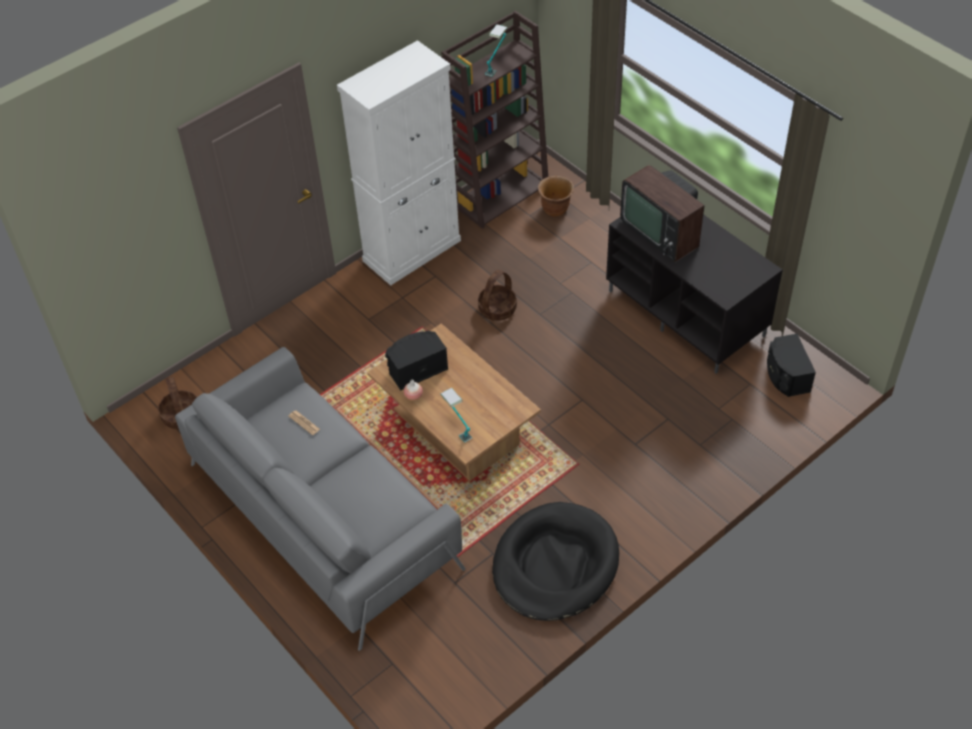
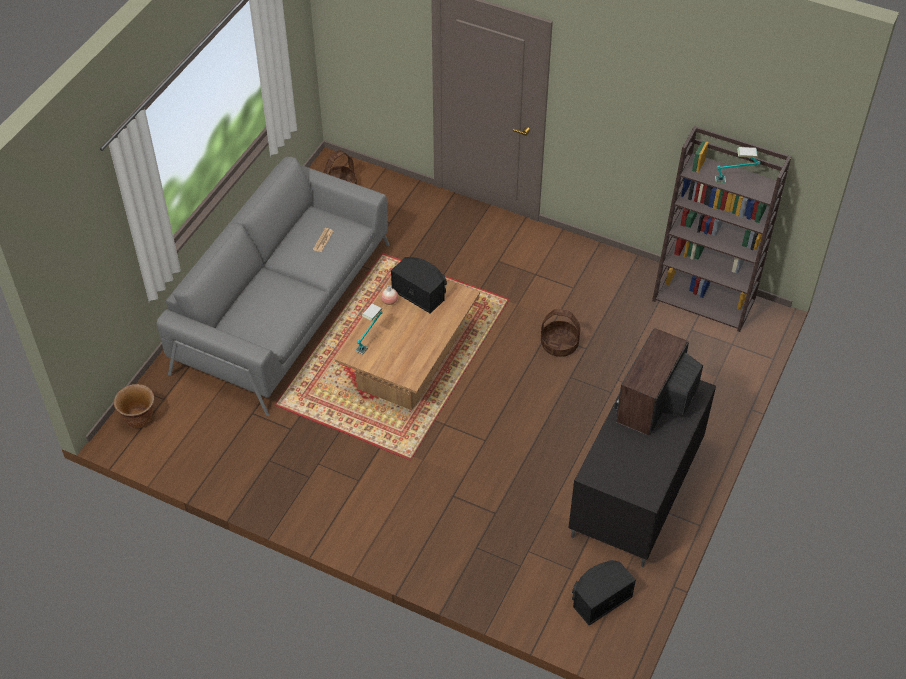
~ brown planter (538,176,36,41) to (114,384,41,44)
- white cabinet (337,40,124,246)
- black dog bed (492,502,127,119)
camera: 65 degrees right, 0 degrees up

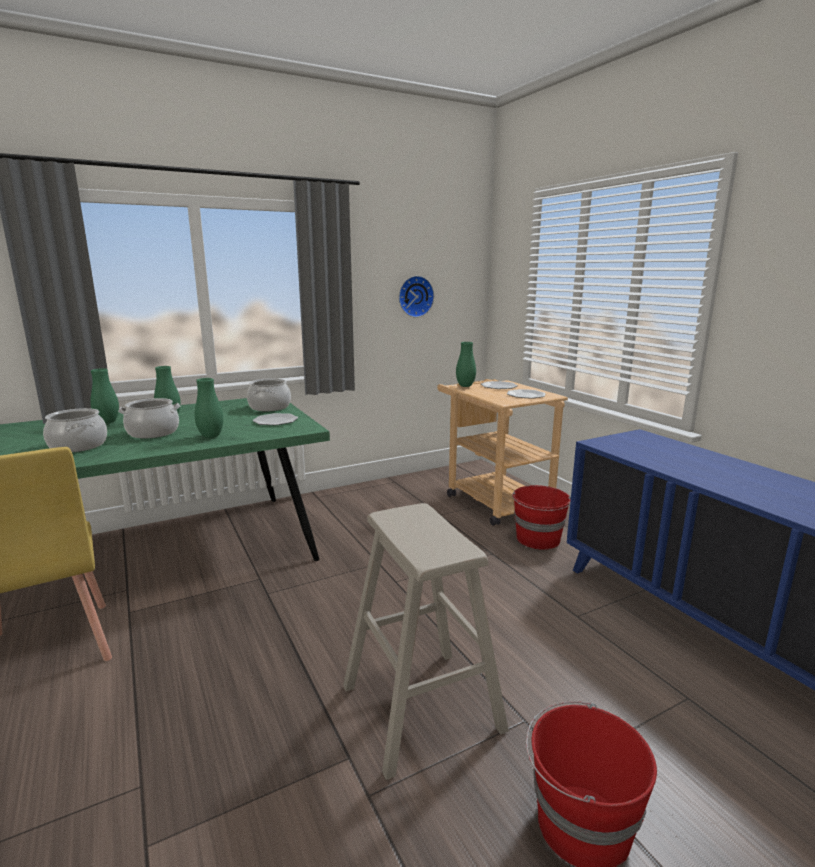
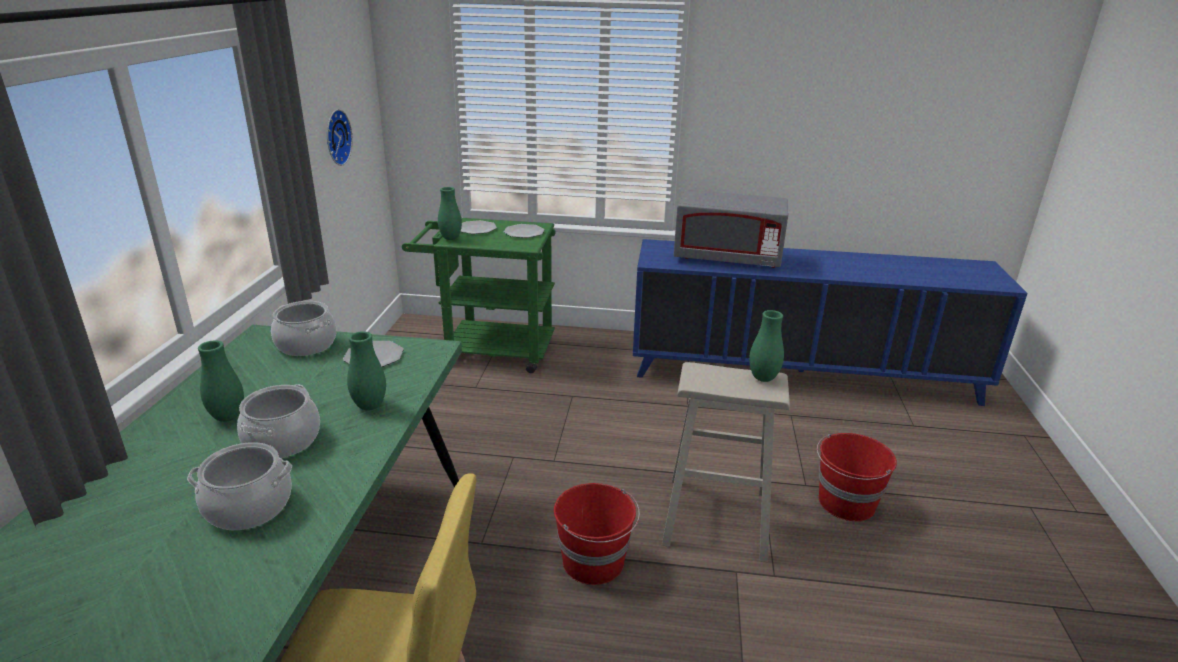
~ beige cart (437,379,131,147) to green cart (402,218,154,155)
~ red bucket (512,485,59,65) to (554,483,86,102)
+ grey microwave (674,190,114,78)
~ green vase (90,368,29,56) to (749,310,35,72)
camera: 55 degrees left, 10 degrees up

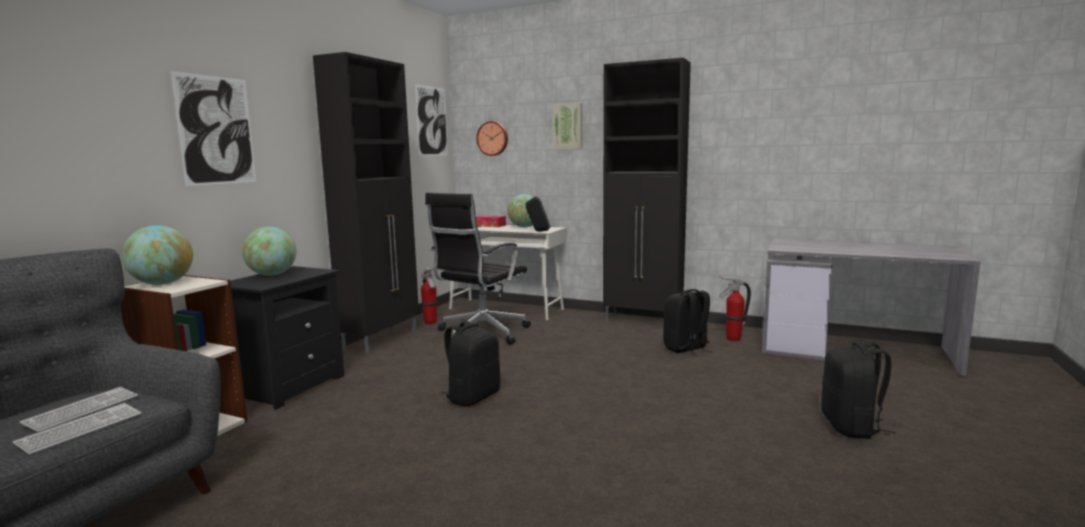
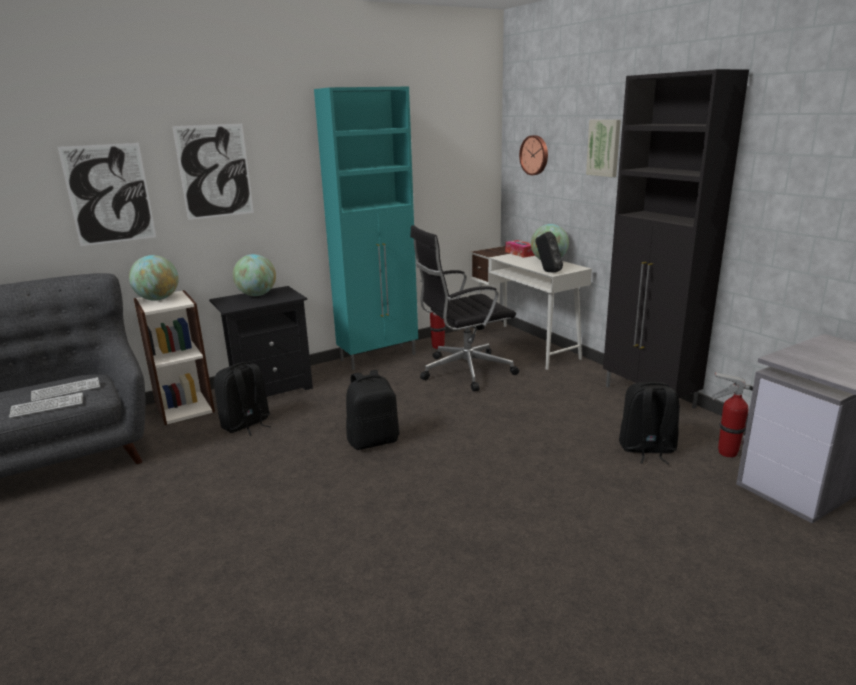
~ picture (415,84,33,72) to (58,143,98,103)
~ black backpack (821,341,75,98) to (214,362,57,74)
~ black cabinet (313,52,106,302) to turquoise cabinet (314,87,104,283)
camera: 35 degrees right, 10 degrees up

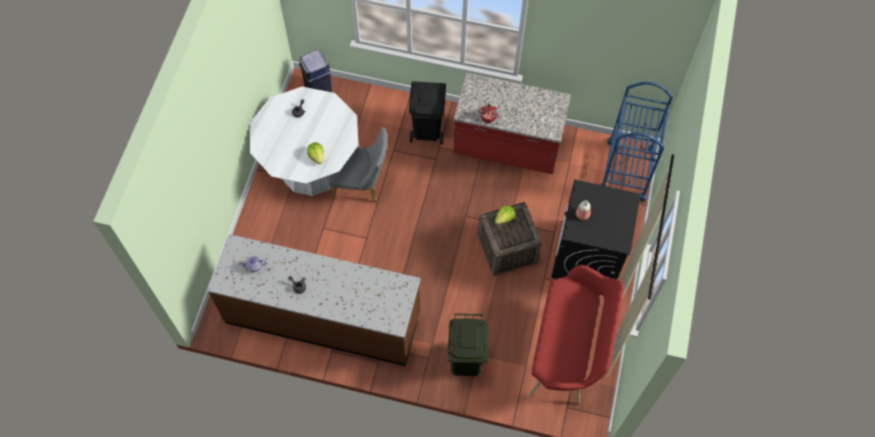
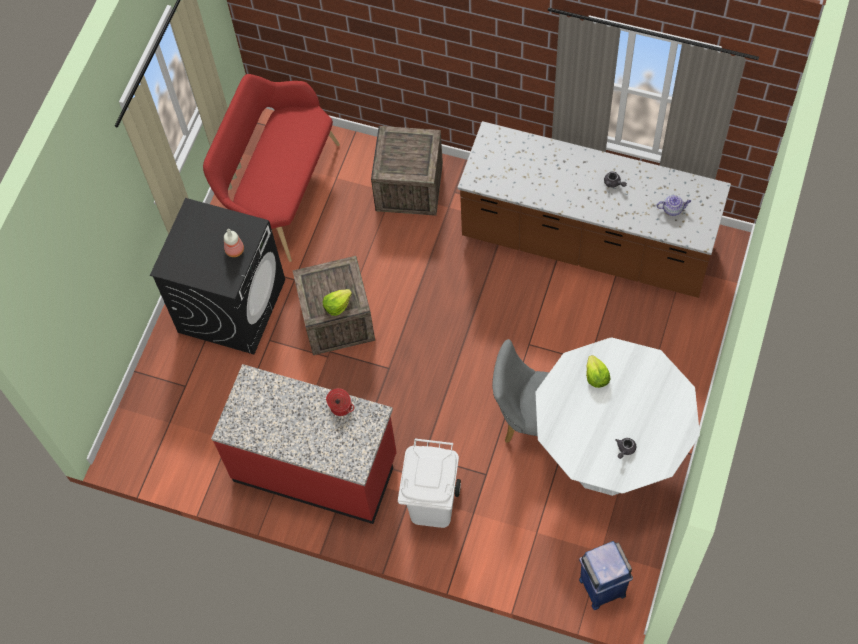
~ green trash can (448,313,40,63) to crate (371,126,72,90)
~ black trash can (409,81,37,63) to white trash can (398,438,63,90)
- blue cart (600,82,73,119)
camera: 170 degrees left, 0 degrees up

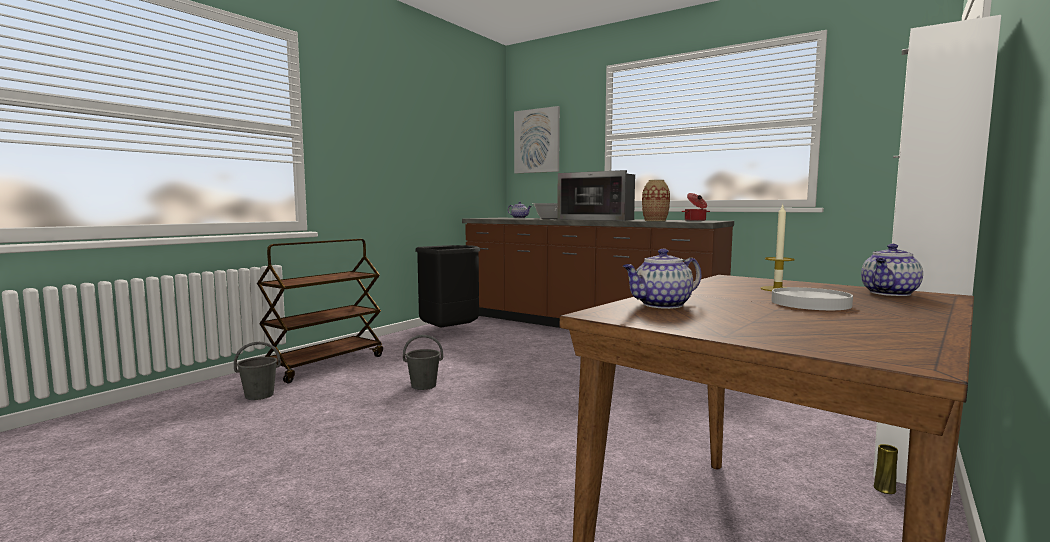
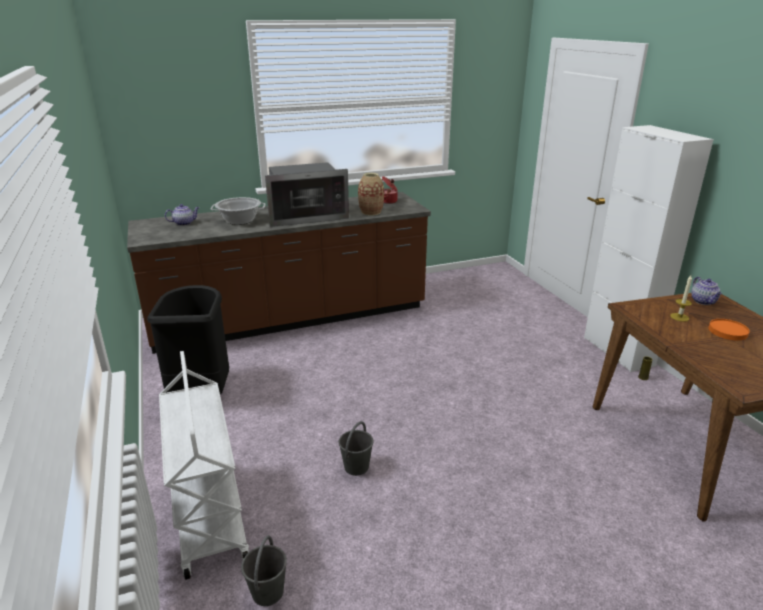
~ brown cart (257,239,126,144) to white cart (159,351,90,229)
~ white plate (771,287,82,23) to orange plate (708,319,42,22)
- picture (514,106,46,67)
- teapot (623,249,78,60)
camera: 55 degrees left, 20 degrees up

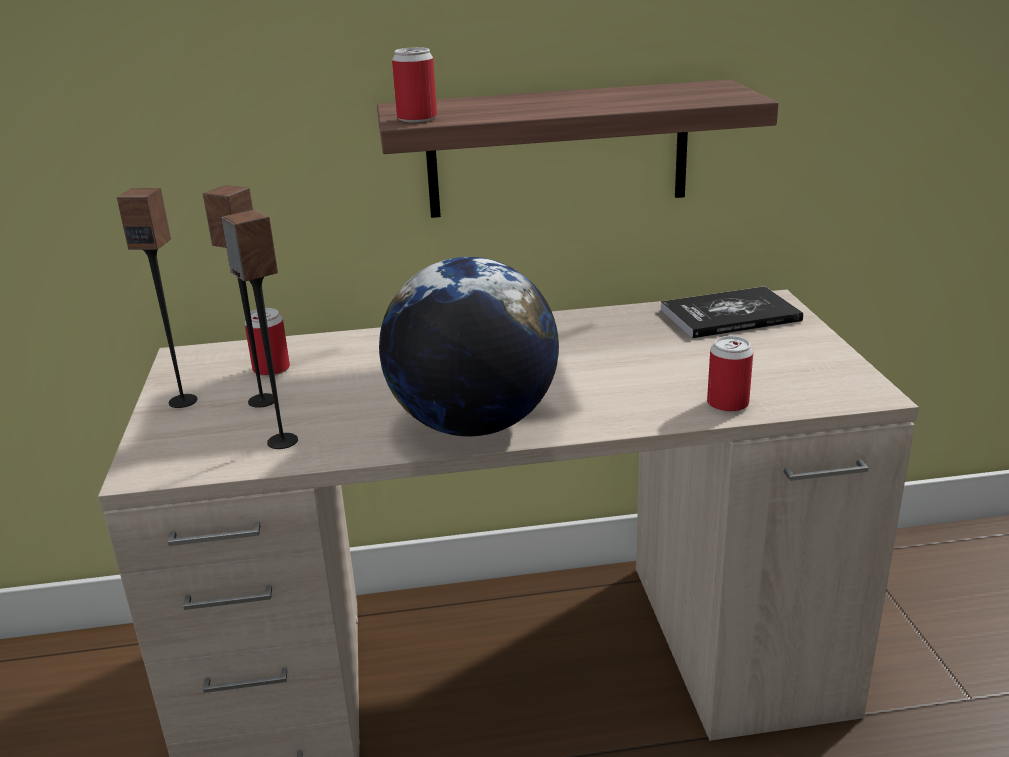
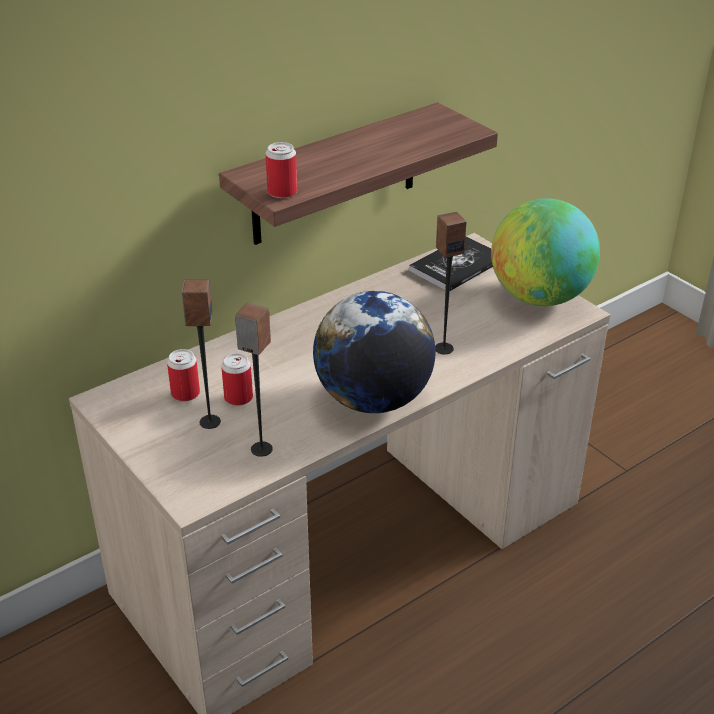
~ can (707,336,46,76) to (221,353,32,53)
~ speaker (117,188,80,220) to (435,212,31,142)
+ globe (491,198,109,108)
camera: 30 degrees left, 10 degrees up

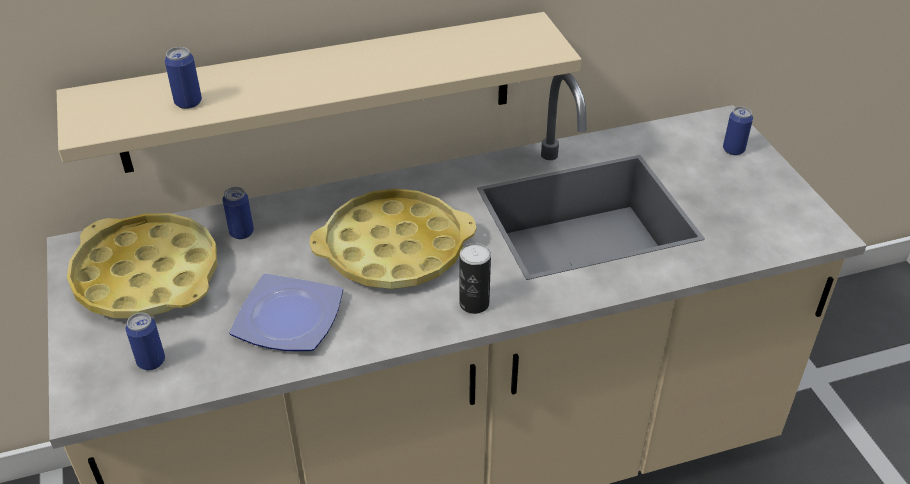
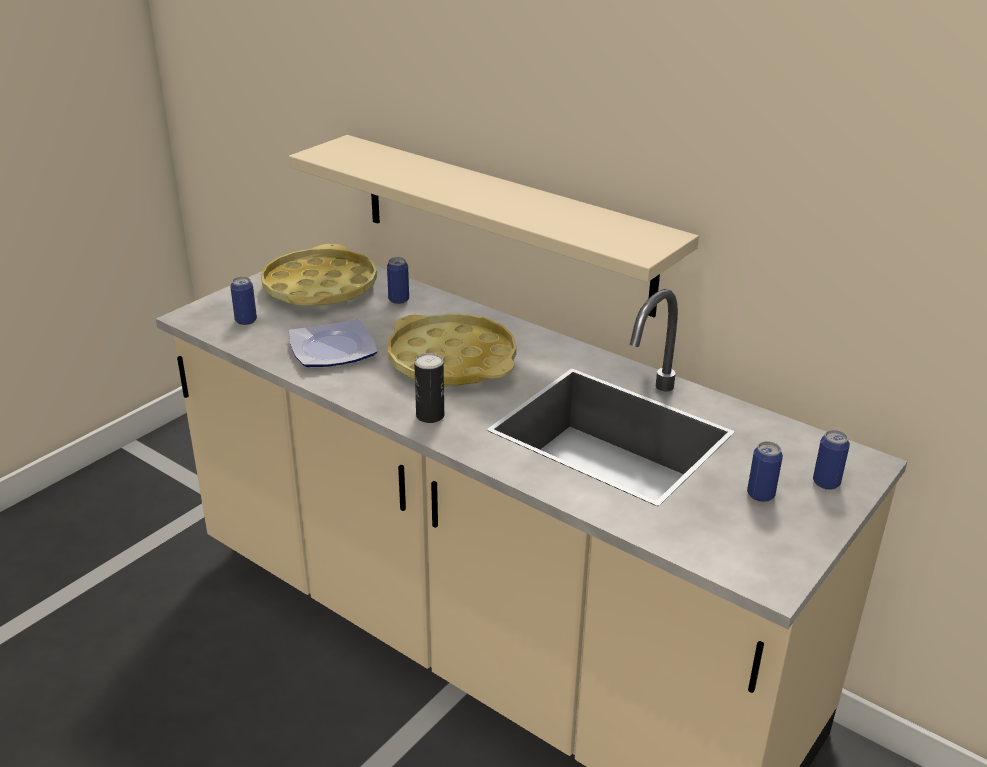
~ can (165,47,37,62) to (747,441,36,61)
camera: 55 degrees right, 10 degrees down

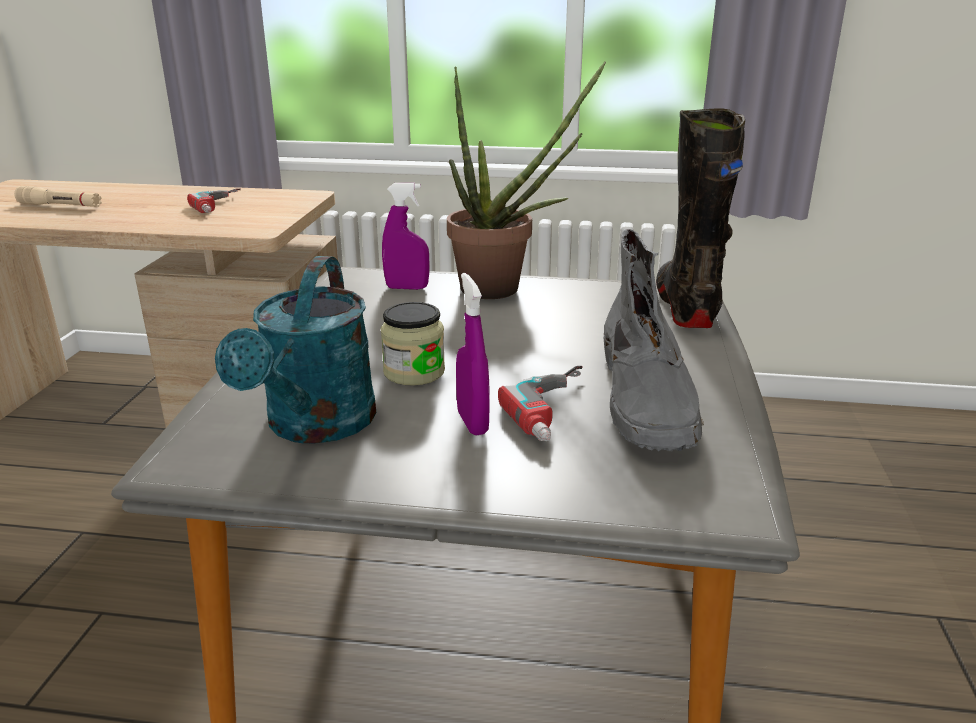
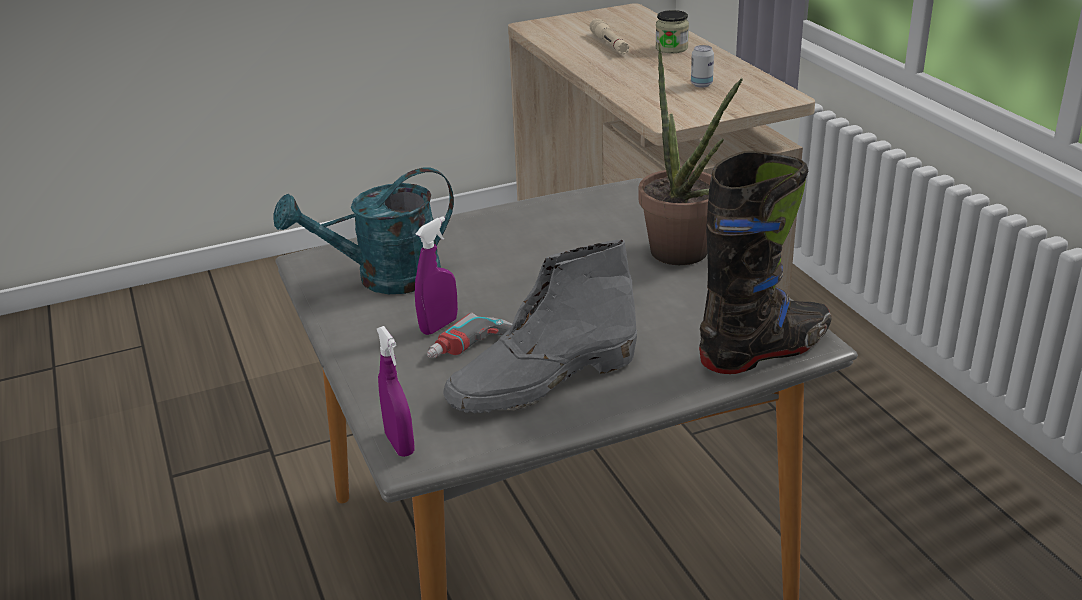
~ purple spray bottle (382,183,47,107) to (377,326,37,131)
~ jar (381,302,64,84) to (655,10,34,43)
~ power drill (187,188,54,25) to can (691,45,23,43)
camera: 60 degrees right, 5 degrees up

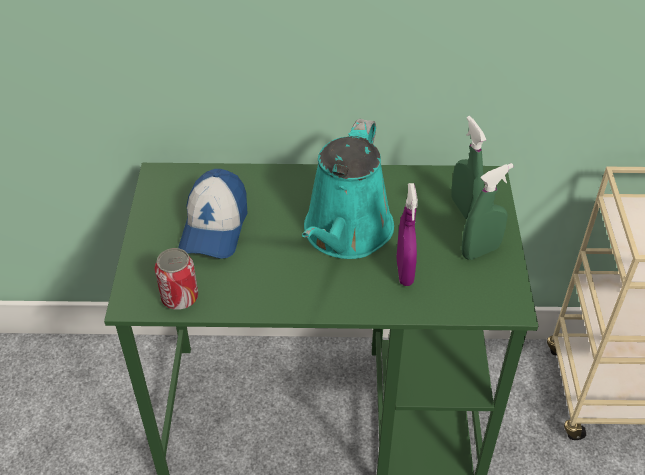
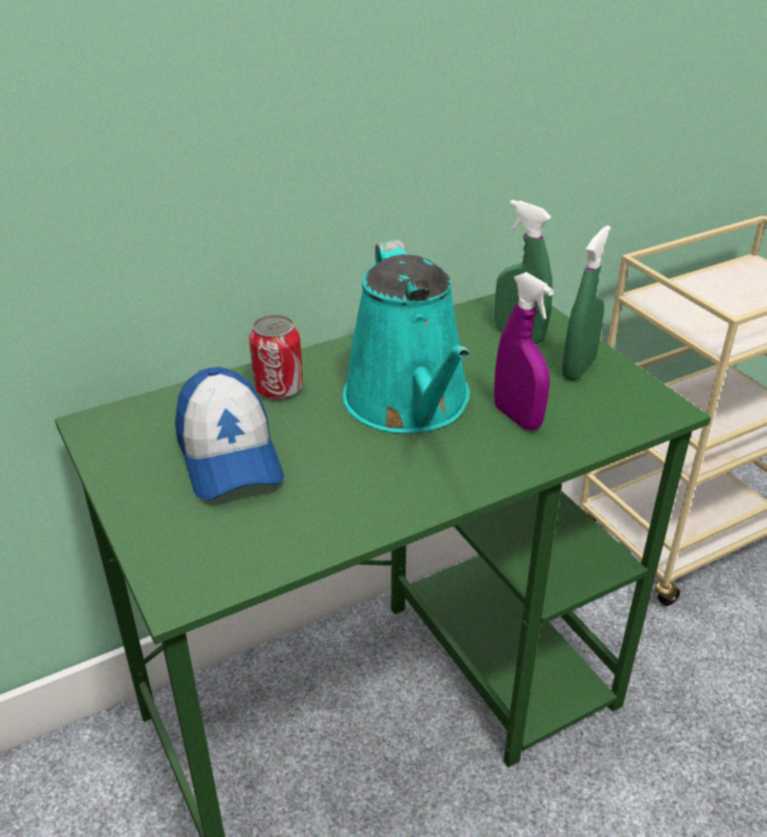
~ can (154,248,44,62) to (249,314,54,86)
camera: 30 degrees left, 10 degrees down

